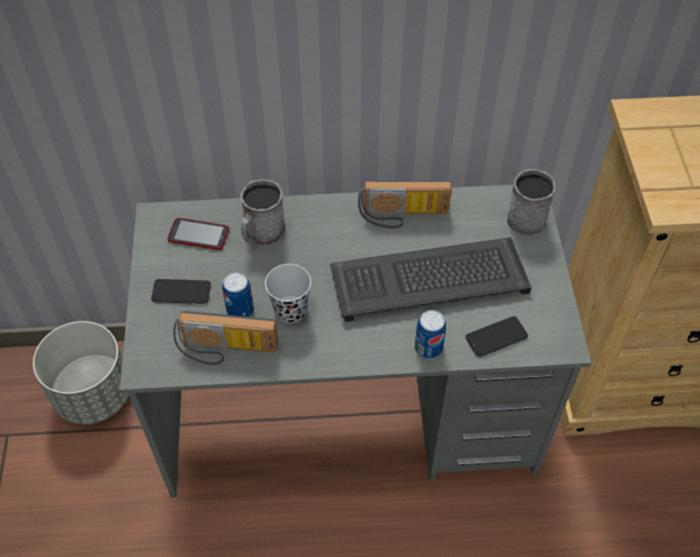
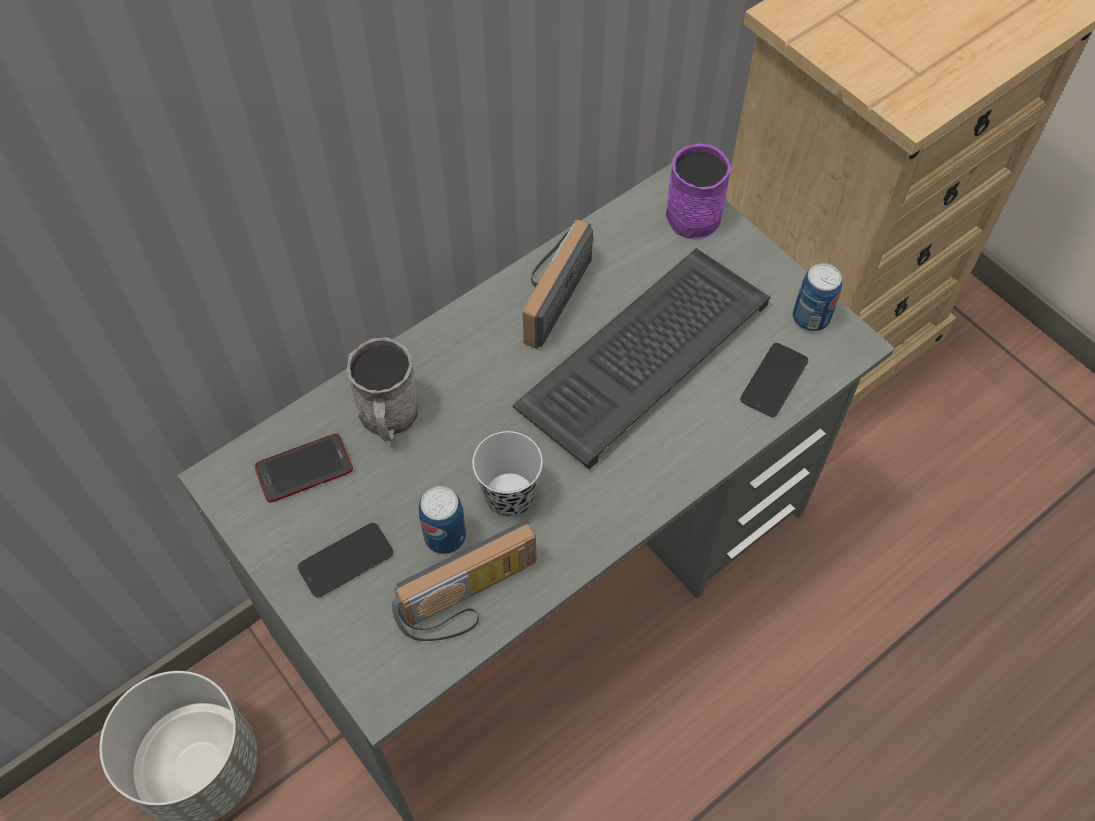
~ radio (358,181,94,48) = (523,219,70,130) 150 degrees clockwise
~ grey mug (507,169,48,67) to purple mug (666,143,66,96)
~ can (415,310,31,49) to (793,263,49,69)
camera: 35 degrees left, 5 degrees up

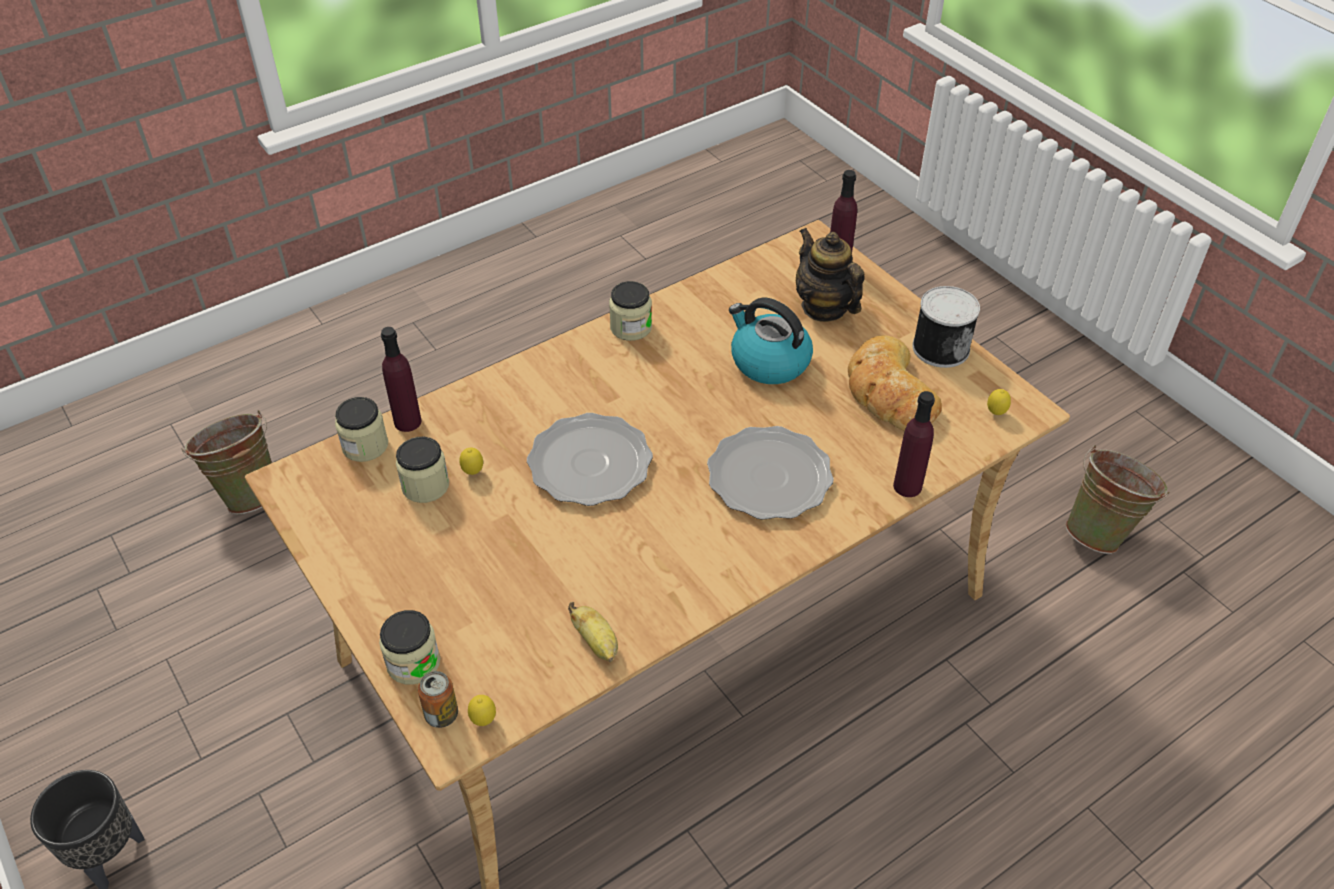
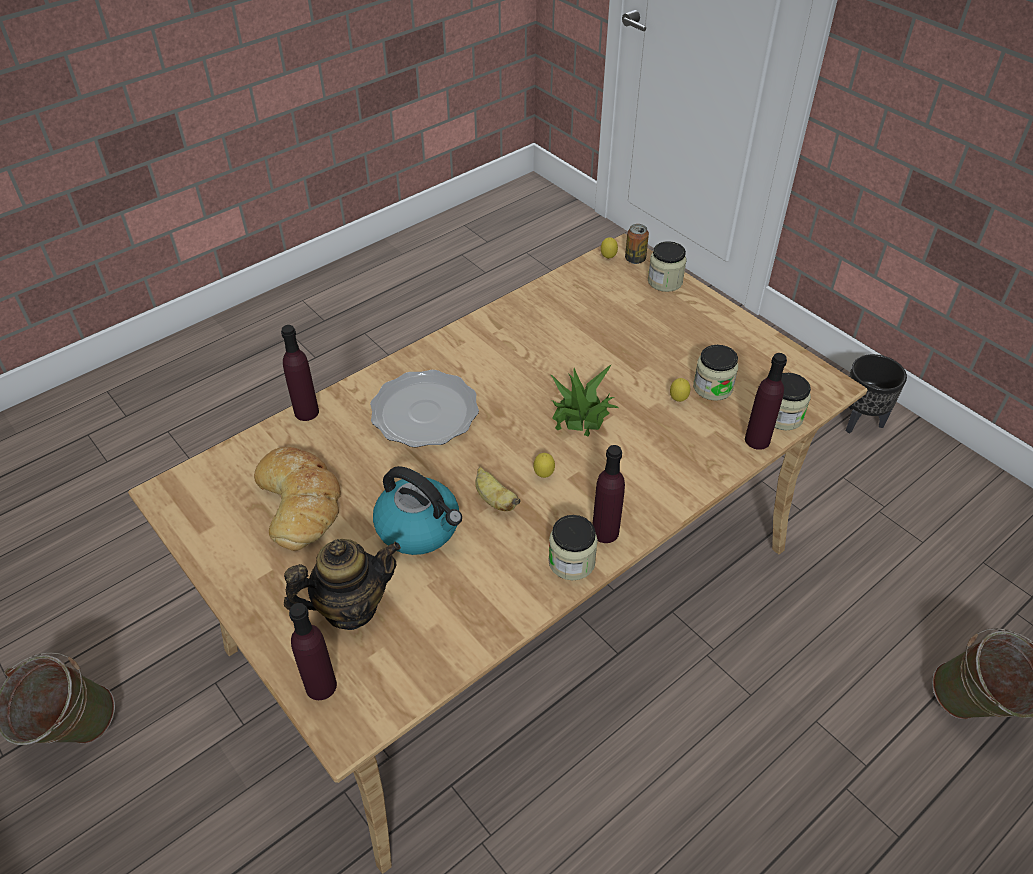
~ teapot (796,228,68,94) = (284,539,117,91) 75 degrees counterclockwise
~ banana (568,602,50,61) to (475,467,46,44)
~ lemon (987,389,24,26) to (533,453,22,25)
~ plate (527,413,126,93) to potted plant (550,365,69,71)
+ purple bottle (592,445,33,98)
- can (912,286,68,82)
camera: 175 degrees right, 0 degrees up

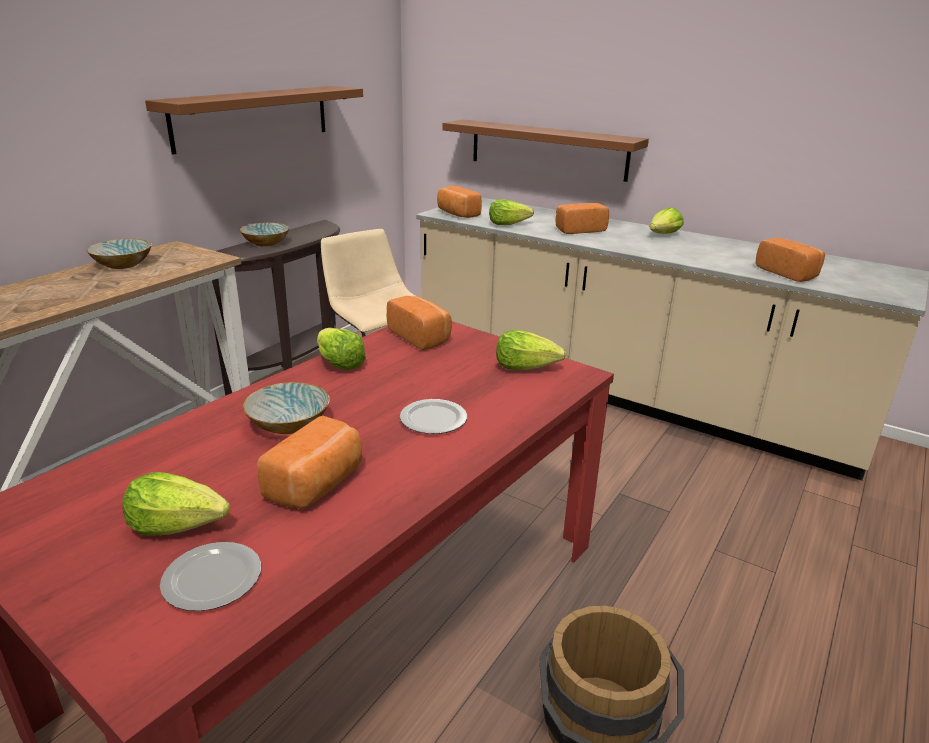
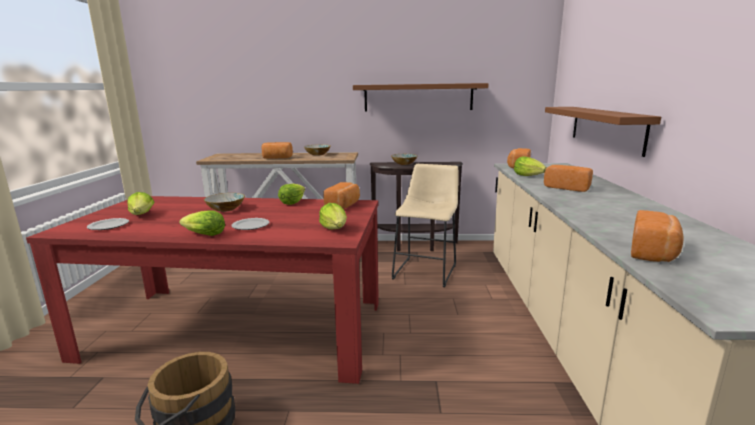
~ lettuce (650,207,34,27) to (179,210,46,26)
~ bread (257,416,105,93) to (261,142,32,17)
camera: 60 degrees right, 10 degrees down

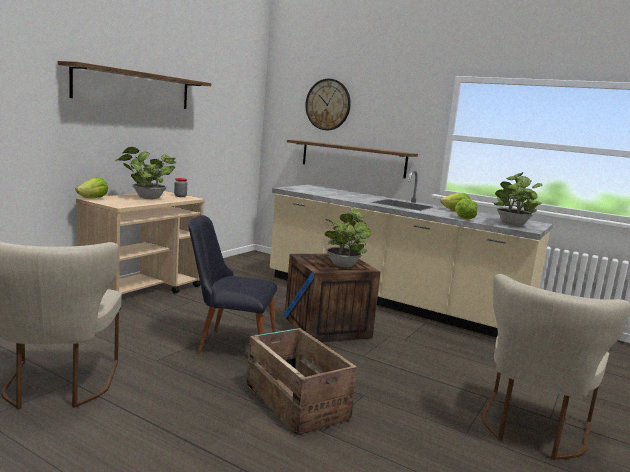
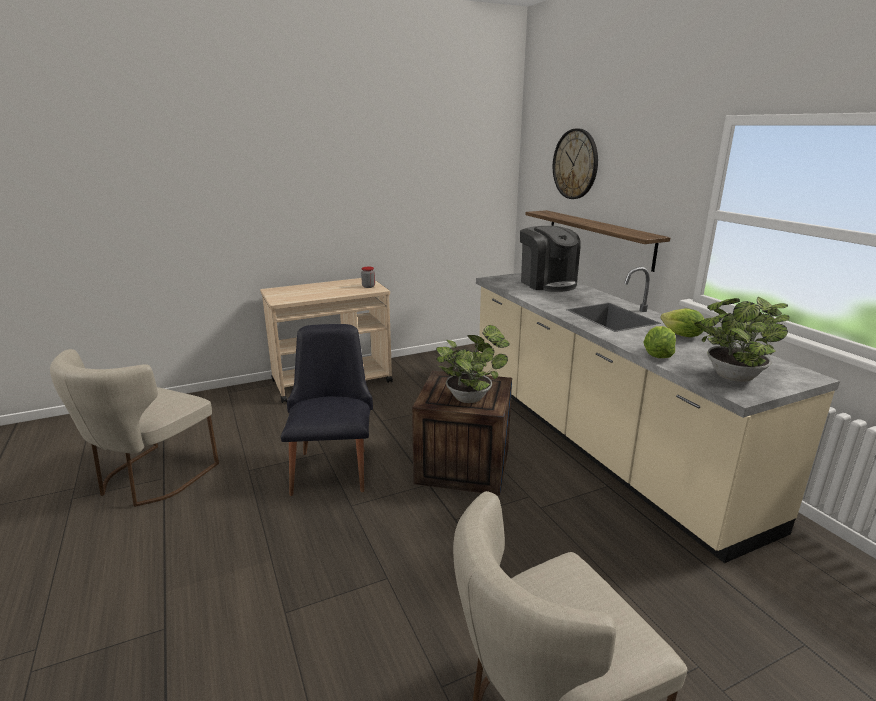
~ black chair (188,215,89,139) = (281,324,92,172) 45 degrees clockwise
+ coffee machine (520,226,61,66)
- shelf (58,61,153,48)
- lettuce (75,177,33,22)
- potted plant (115,147,61,52)
- crate (247,328,110,108)
camera: 35 degrees right, 10 degrees up

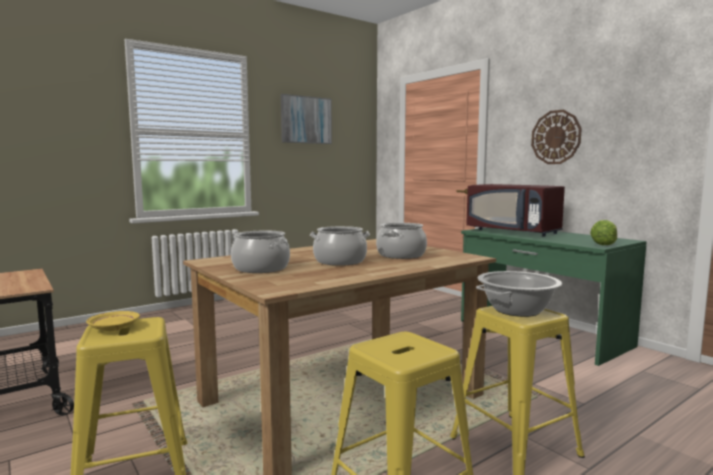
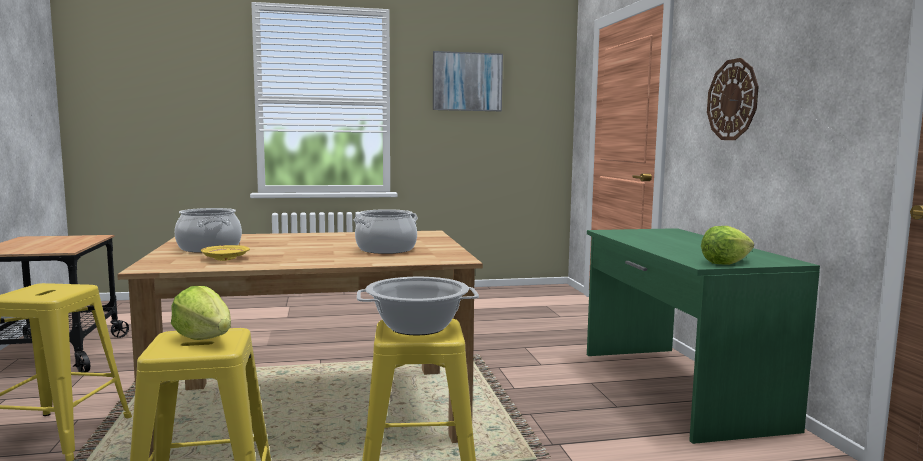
+ lettuce (171,286,60,54)
~ yellow plate (86,311,54,20) to (201,245,49,16)
- cooking pot (310,226,60,40)
- red microwave (466,184,99,53)
camera: 25 degrees right, 0 degrees up

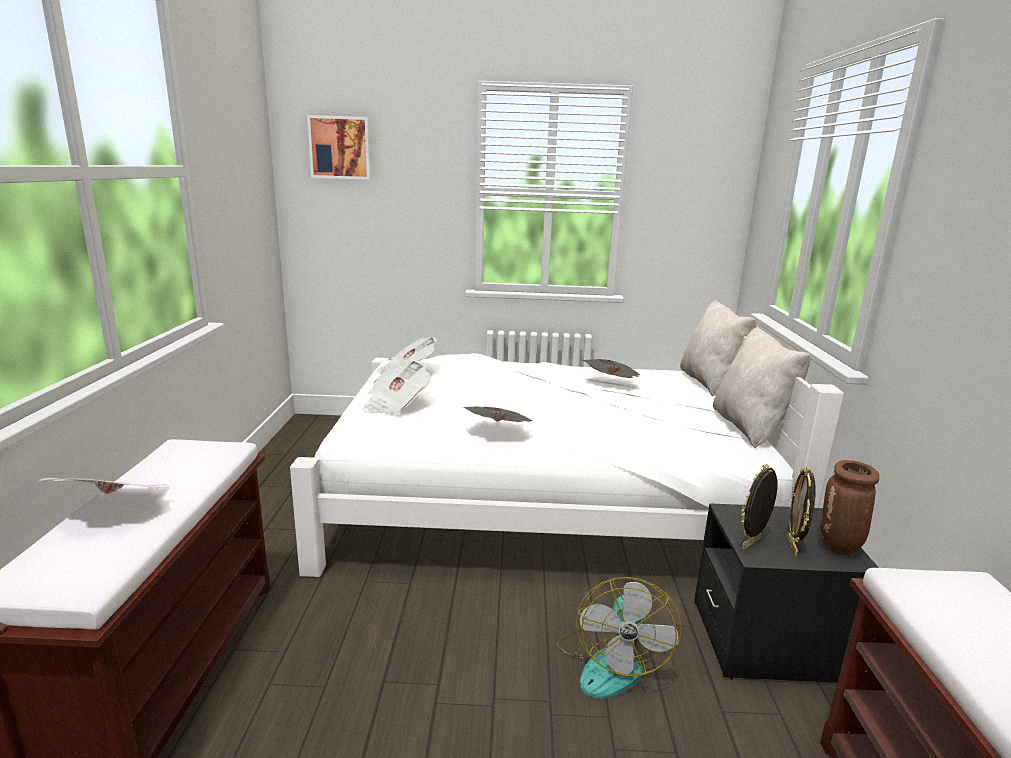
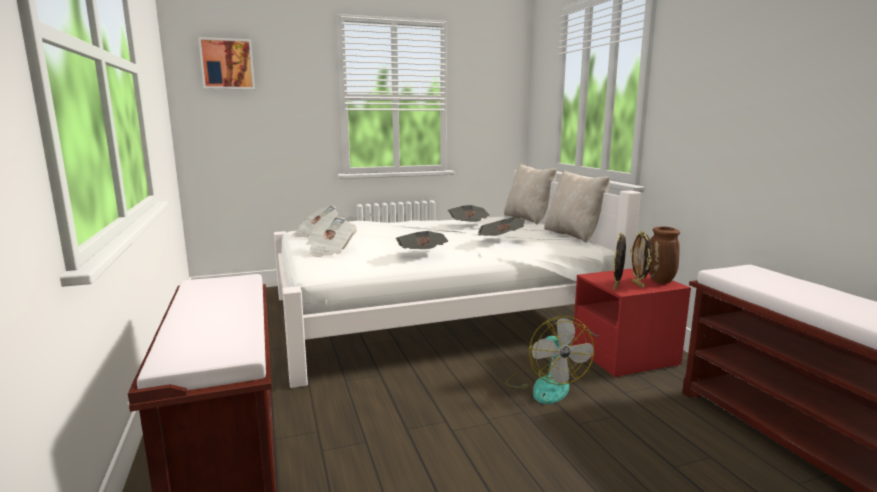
~ newspaper (39,478,129,16) to (478,217,47,19)
~ black nightstand (694,503,185,180) to red nightstand (572,269,119,109)
camera: 20 degrees left, 5 degrees down

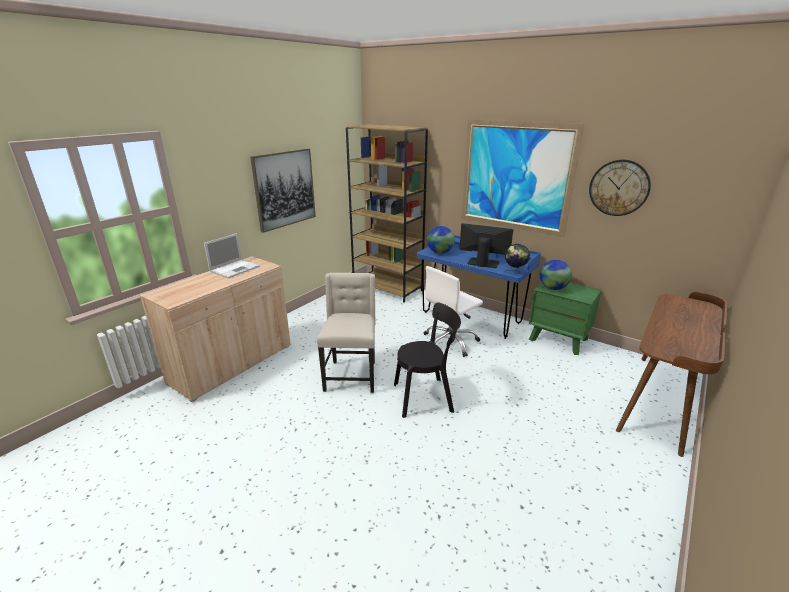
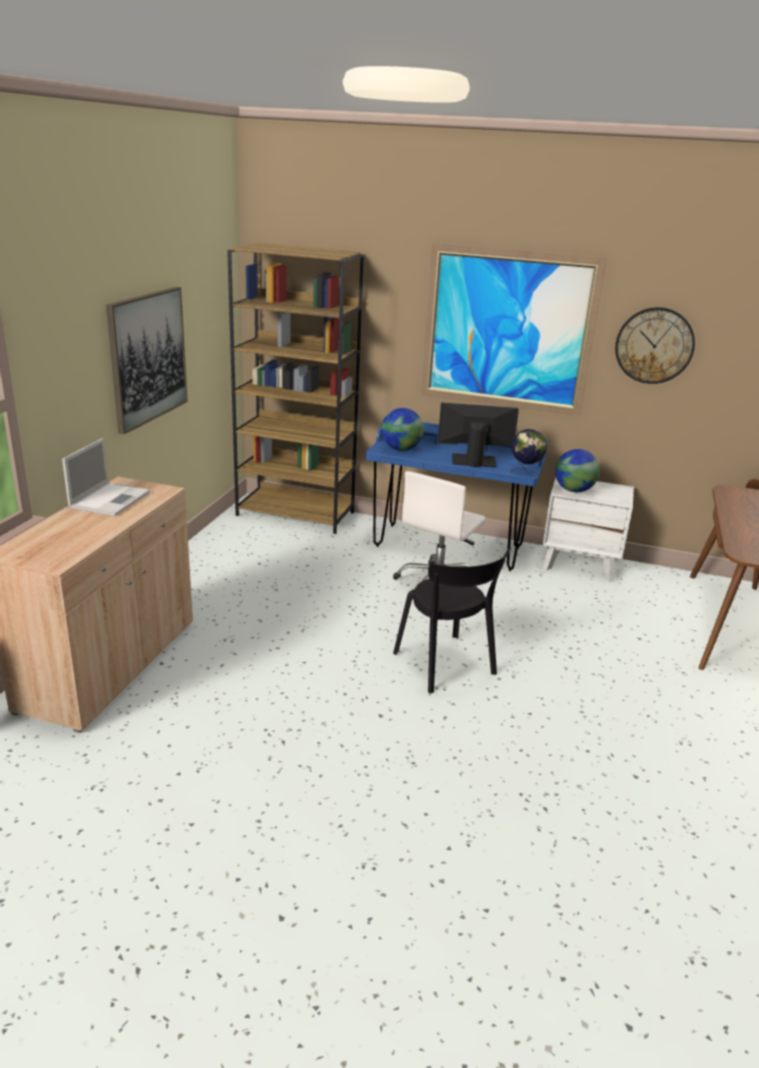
~ black chair (394,303,67,115) = (393,547,118,147) 90 degrees clockwise
~ green nightstand (529,282,73,73) to white nightstand (542,478,92,104)
- beige chair (317,273,59,120)
camera: 20 degrees left, 0 degrees up

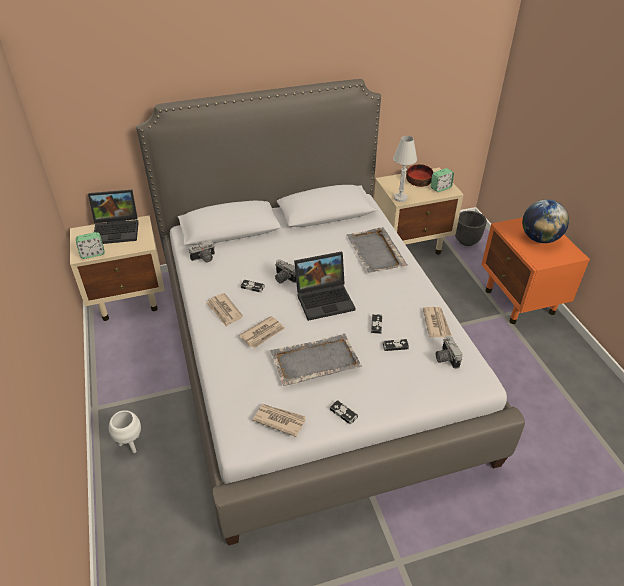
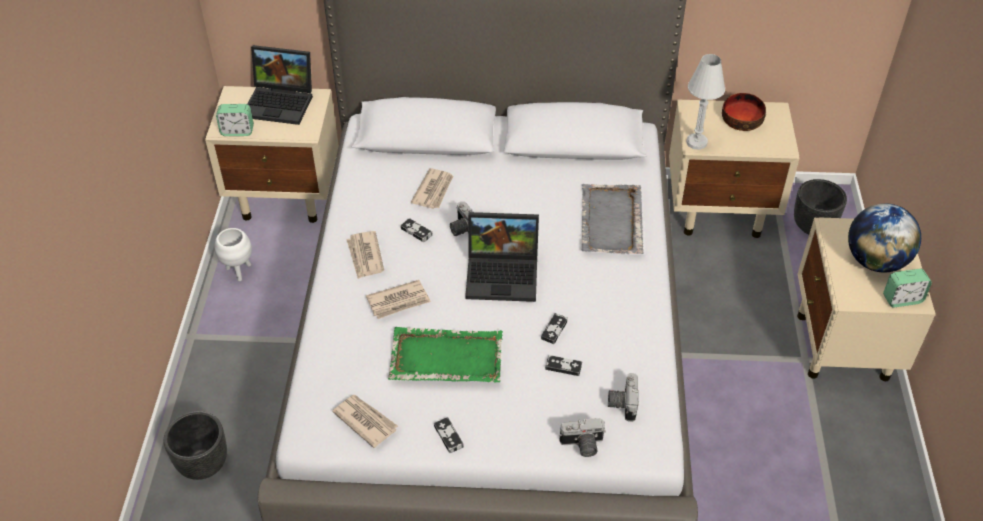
+ black planter (164,411,63,69)
~ white planter (109,410,32,43) to (215,228,37,53)
~ grey tray (270,333,92,53) to green tray (388,327,115,55)
~ newspaper (423,307,29,30) to (411,168,43,41)
~ photo camera (189,240,26,22) to (559,418,47,39)
~ orange nightstand (481,217,109,107) to beige nightstand (797,217,139,165)
~ alarm clock (431,168,23,24) to (883,269,49,38)
camera: 20 degrees right, 5 degrees up

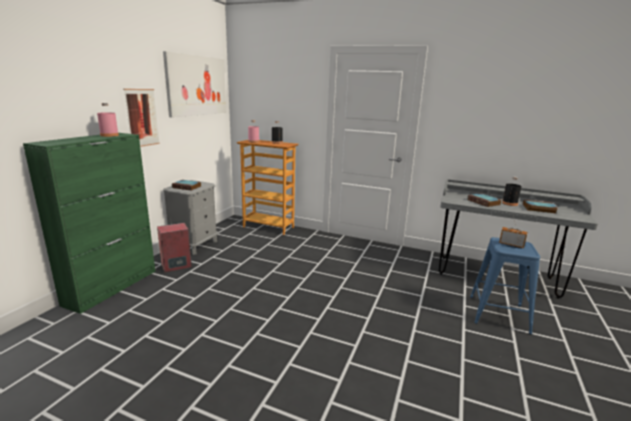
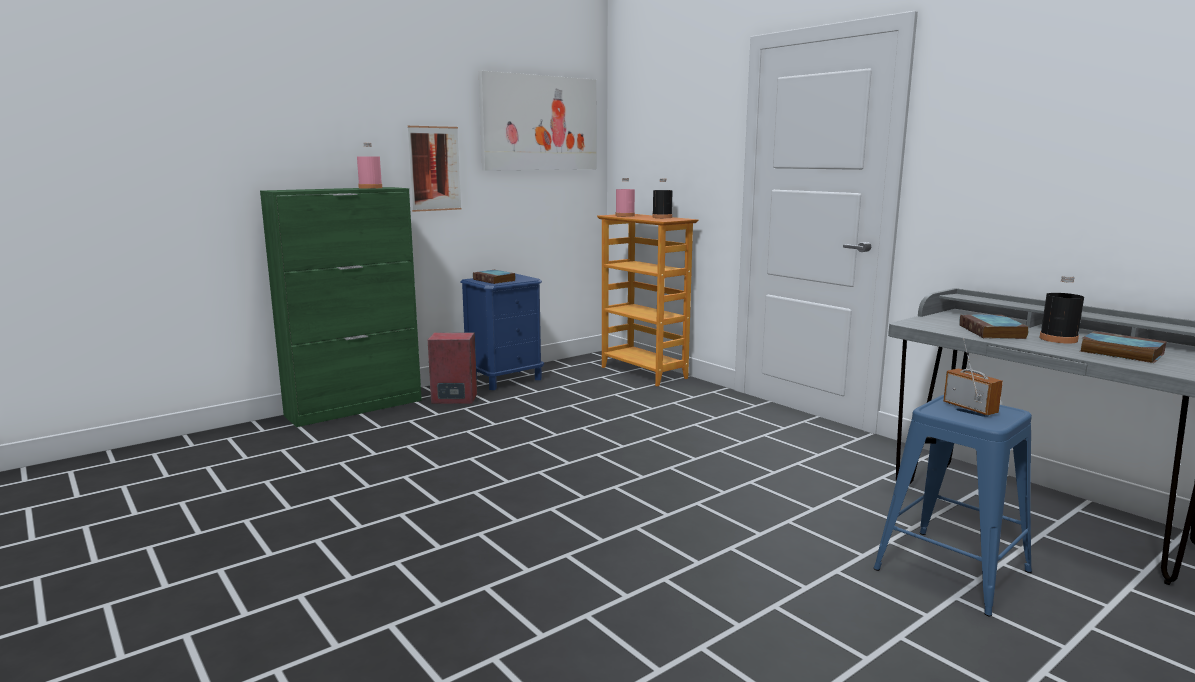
~ grey nightstand (163,180,55,75) to blue nightstand (460,274,84,116)
camera: 30 degrees right, 5 degrees down

